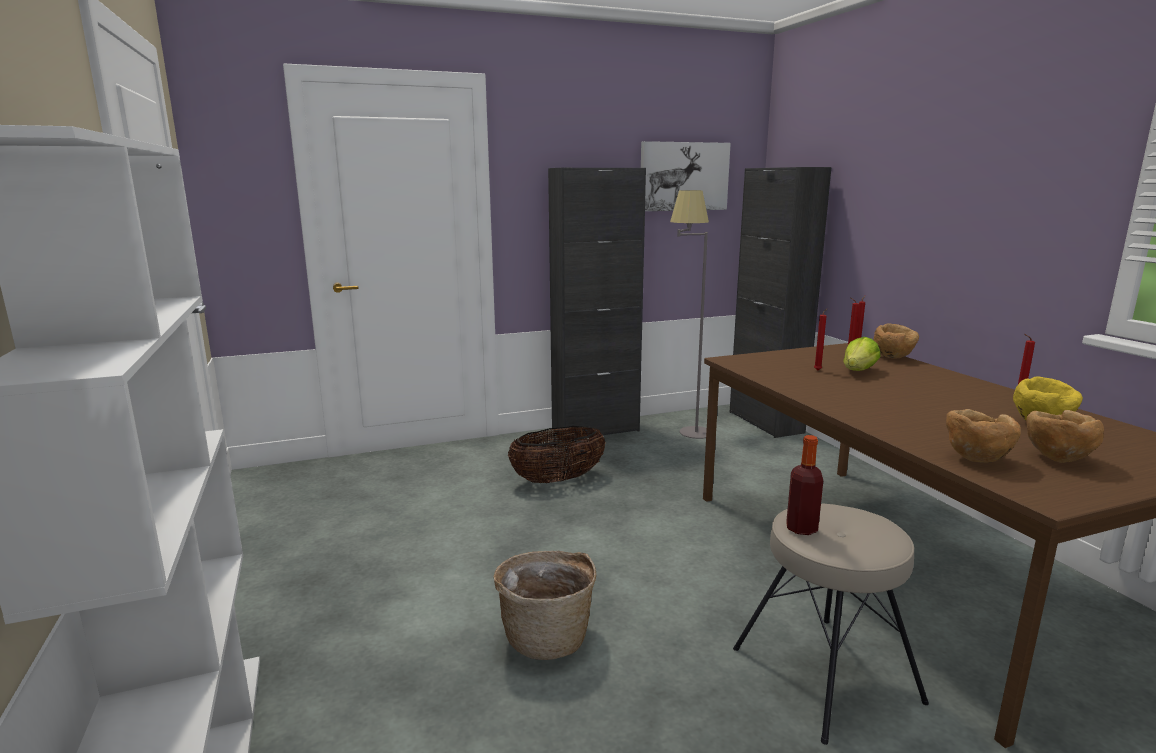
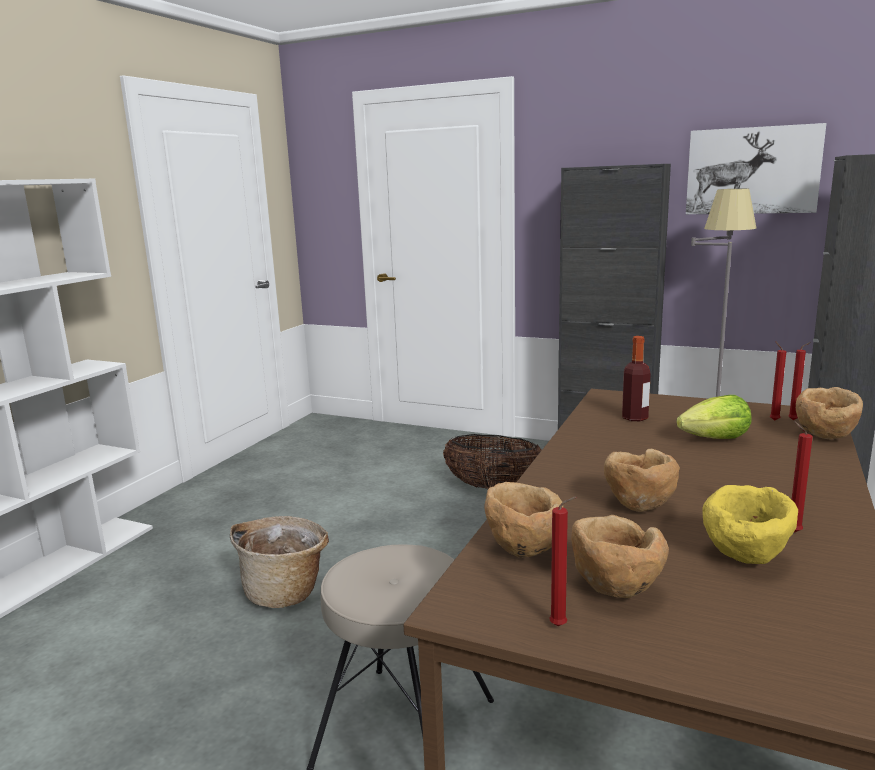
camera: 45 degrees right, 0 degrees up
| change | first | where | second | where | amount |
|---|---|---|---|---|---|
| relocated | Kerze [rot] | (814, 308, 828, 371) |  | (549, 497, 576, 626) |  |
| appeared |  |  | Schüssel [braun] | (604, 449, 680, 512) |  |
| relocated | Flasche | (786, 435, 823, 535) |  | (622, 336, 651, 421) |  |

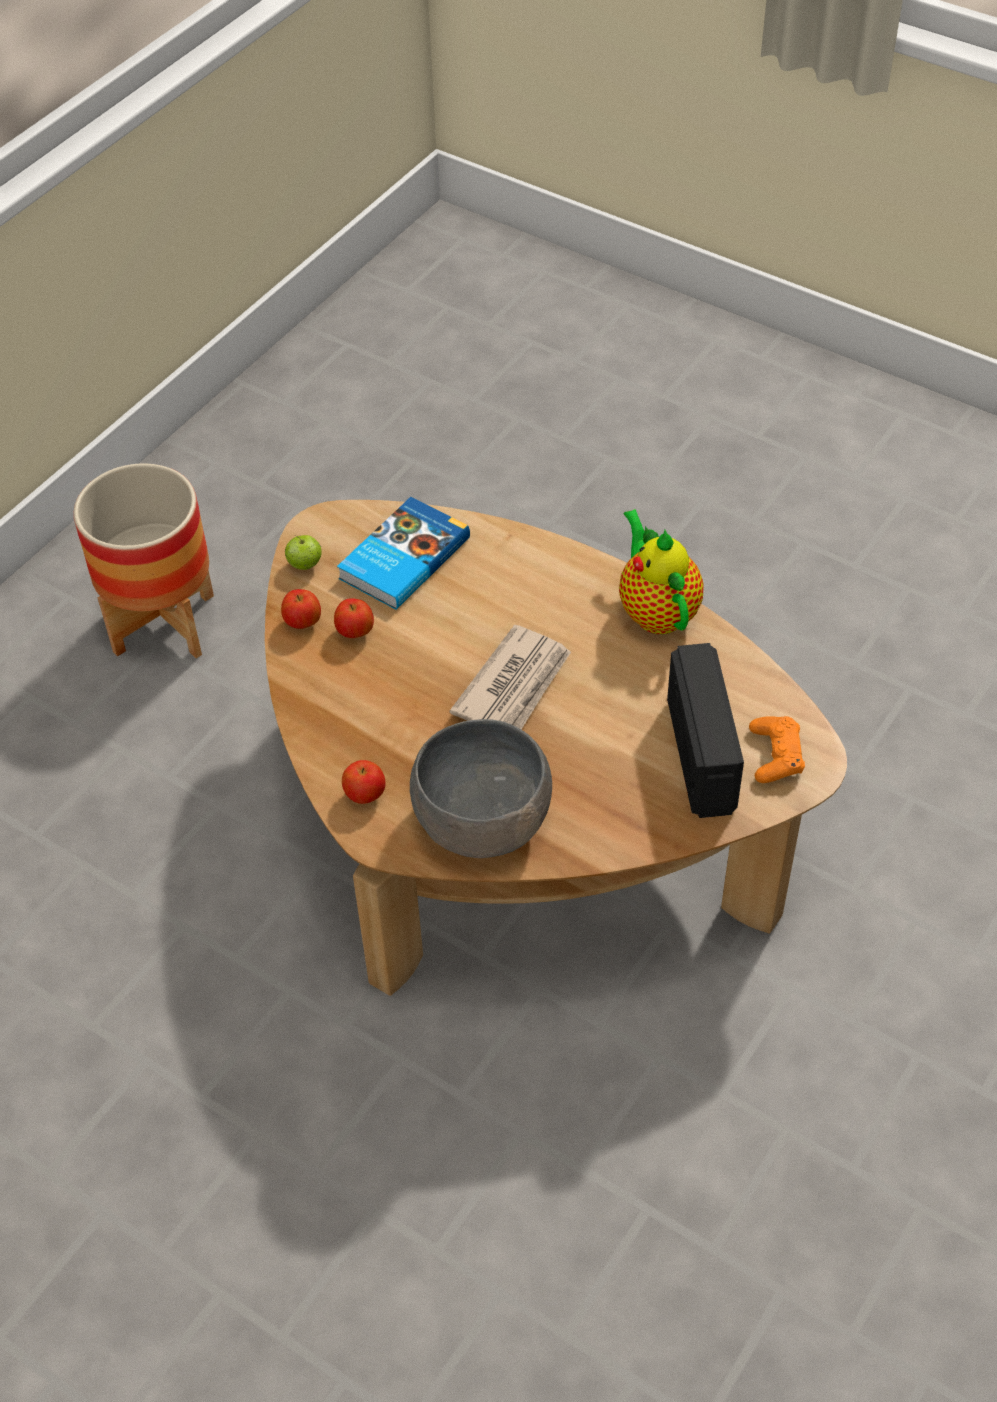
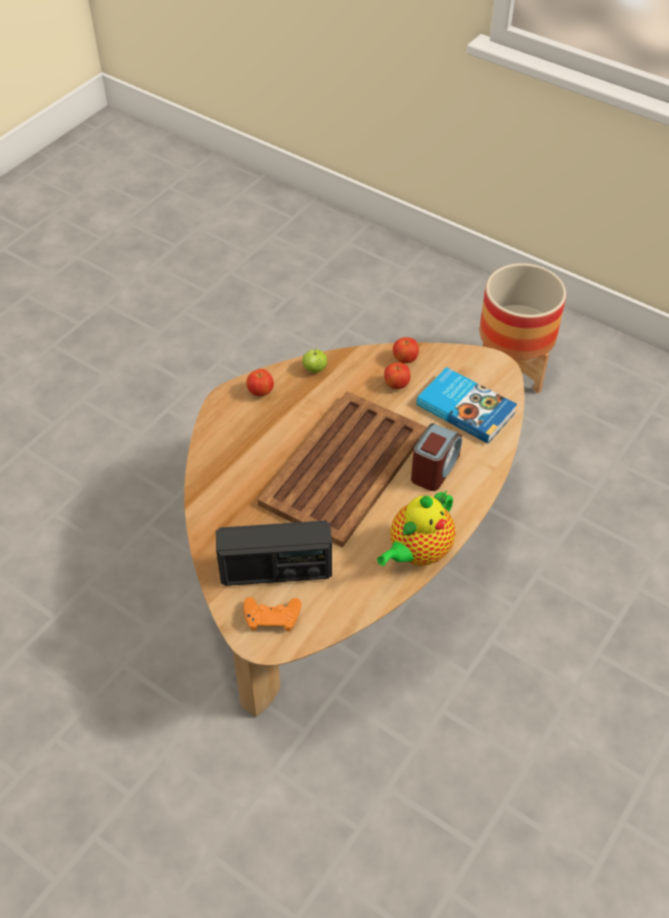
camera: 90 degrees right, 0 degrees up
| change | first | where | second | where | amount |
|---|---|---|---|---|---|
| exchanged | Zeitung | (450, 625, 571, 730) | Tablett [braun] | (258, 391, 427, 548) |  |
| relocated | Apfel | (285, 535, 322, 570) |  | (302, 347, 327, 373) |  |
| spun | Teekanne | (619, 509, 703, 634) |  | (377, 490, 456, 566) | 150 degrees clockwise |
| appeared |  |  | Wecker | (411, 423, 462, 491) |  |
| missing | Schüssel [grau] | (410, 719, 552, 858) |  |  |  |

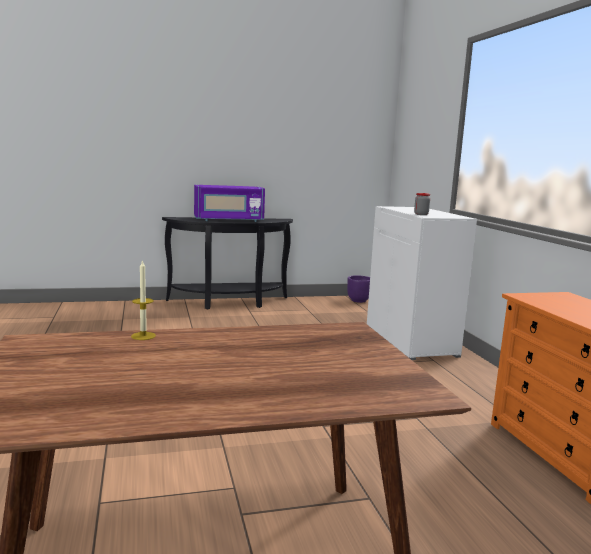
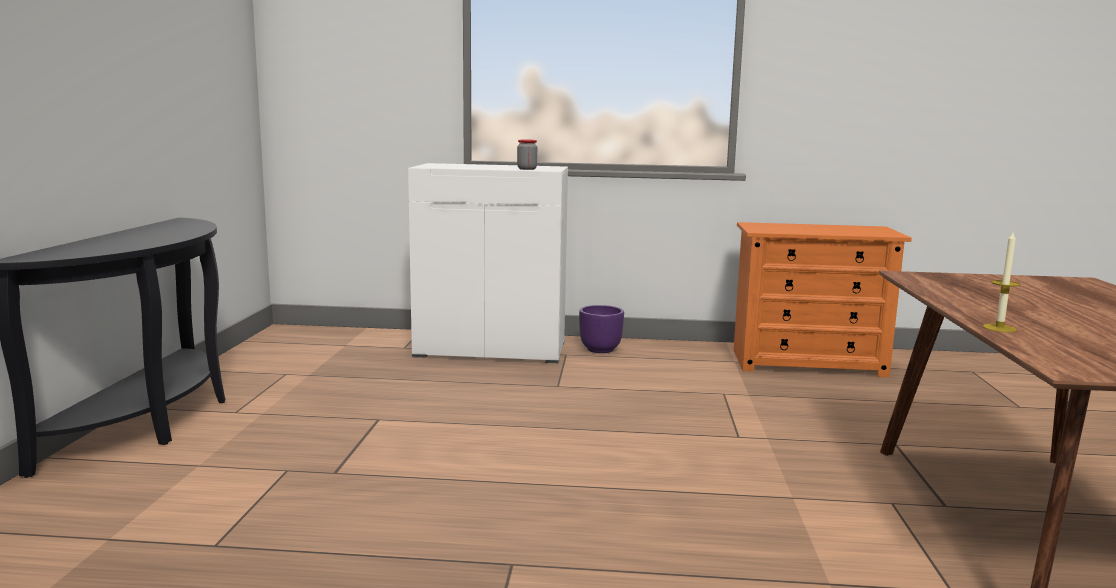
camera: 70 degrees left, 0 degrees up
| change | first | where | second | where | amount |
|---|---|---|---|---|---|
| relocated | Pflanzkübel [lila] | (347, 275, 370, 303) |  | (579, 305, 624, 353) |  |
| missing | Mikrowelle [lila] | (194, 185, 265, 222) |  |  |  |

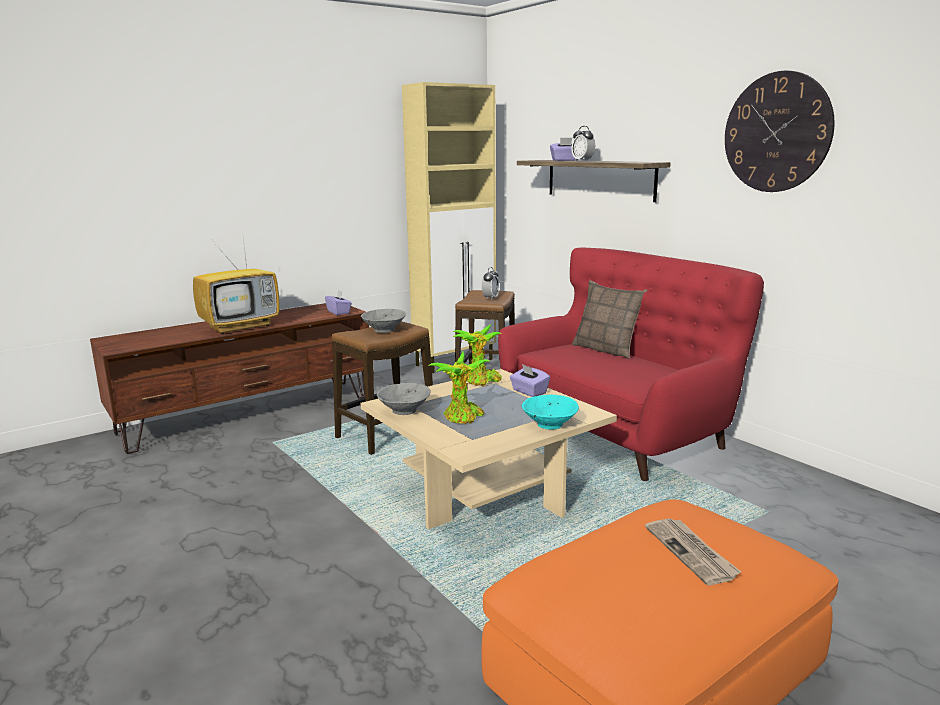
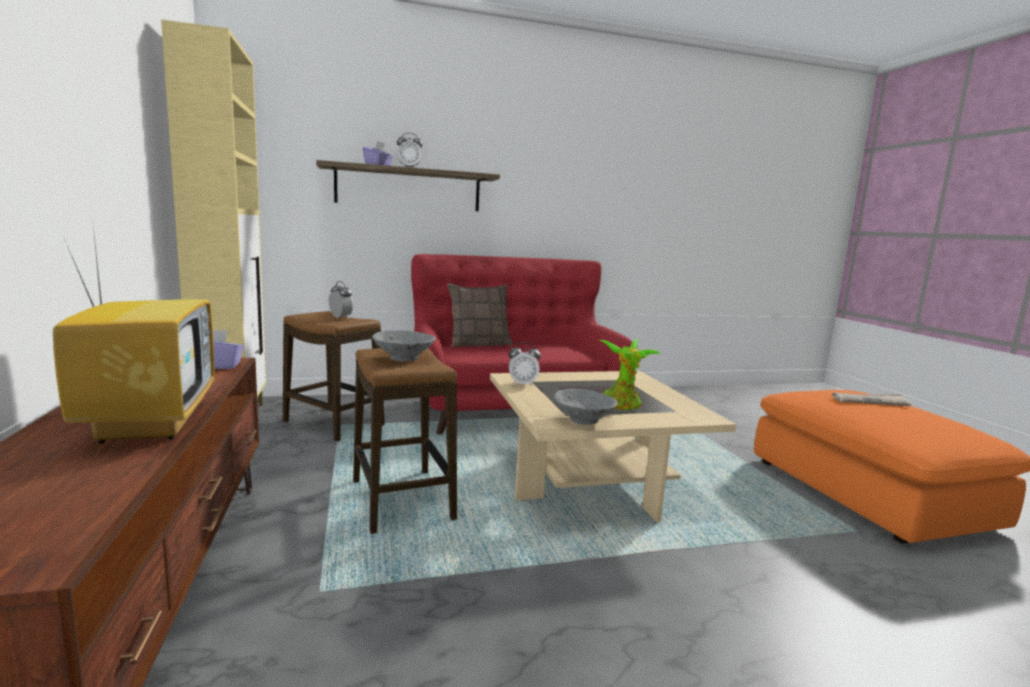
camera: 70 degrees left, 5 degrees down
| change | first | where | second | where | amount |
|---|---|---|---|---|---|
| exchanged | Topfpflanze | (453, 324, 502, 386) | Wecker | (508, 342, 541, 386) |  |
| missing | Taschentuchbox [lila] | (510, 364, 550, 397) |  |  |  |
| missing | Schüssel [türkis] | (522, 395, 579, 430) |  |  |  |
| missing | Wanduhr | (725, 71, 835, 192) |  |  |  |

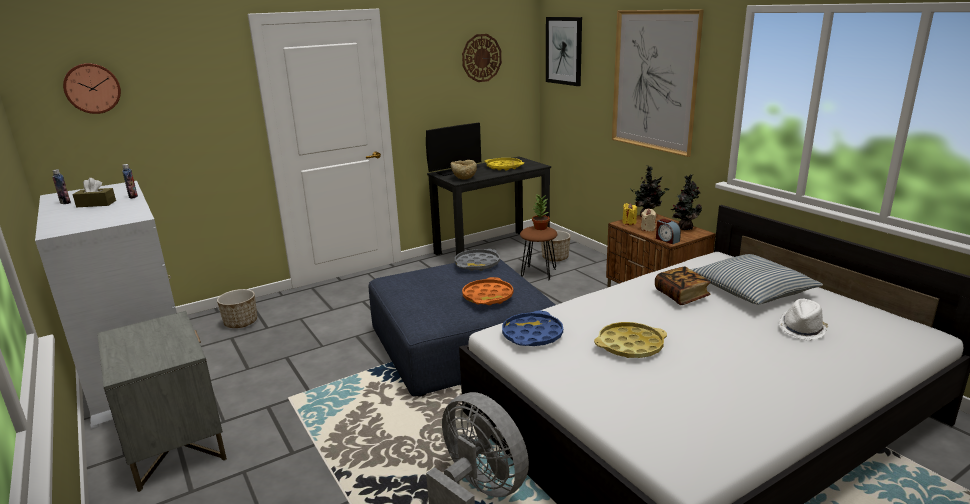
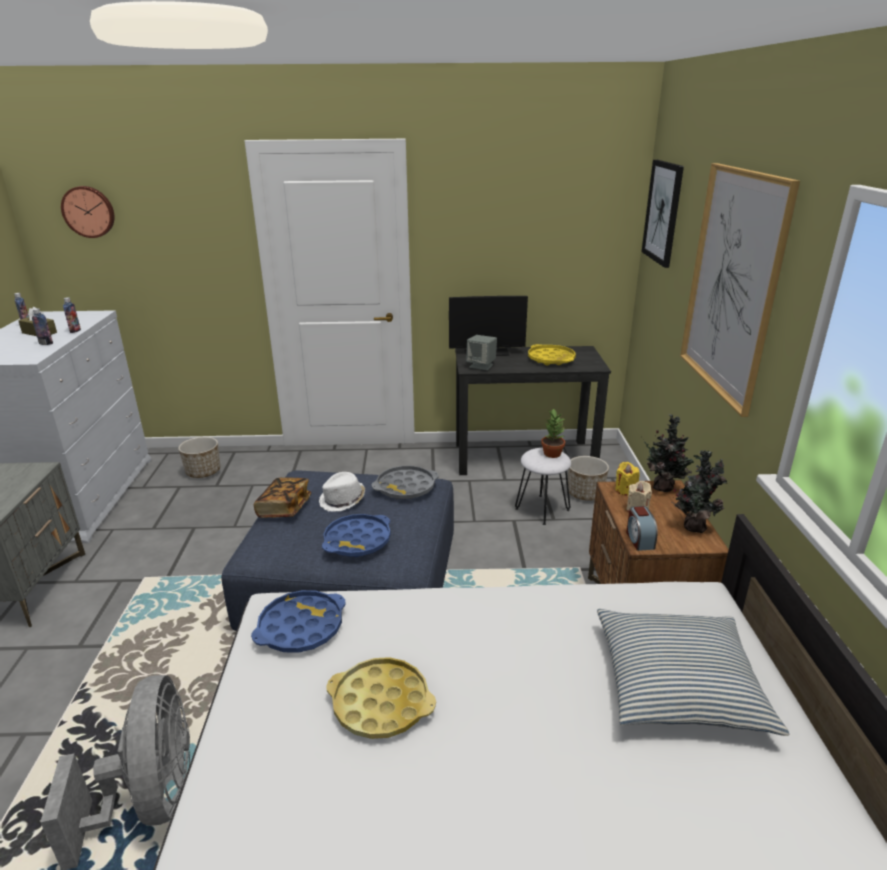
camera: 30 degrees right, 5 degrees up
| change | first | where | second | where | amount |
|---|---|---|---|---|---|
| appeared |  |  | Flasche | (32, 308, 53, 345) |  |
| relocated | Buch | (655, 266, 711, 305) |  | (254, 478, 311, 518) |  |
| relocated | Hut [weiß] | (779, 299, 828, 341) |  | (319, 472, 365, 511) |  |
| colour | Tablett [orange] | (462, 277, 514, 305) | Tablett [blau] | (322, 514, 391, 557) |  |
| exchanged | Schüssel [beige] | (451, 160, 477, 180) | Lautsprecher [grau] | (466, 335, 497, 371) |  |
| colour | Hocker [braun] | (520, 226, 557, 280) | Hocker [weiß] | (515, 448, 571, 525) |  |
| missing | Wanduhr | (462, 34, 502, 82) |  |  |  |

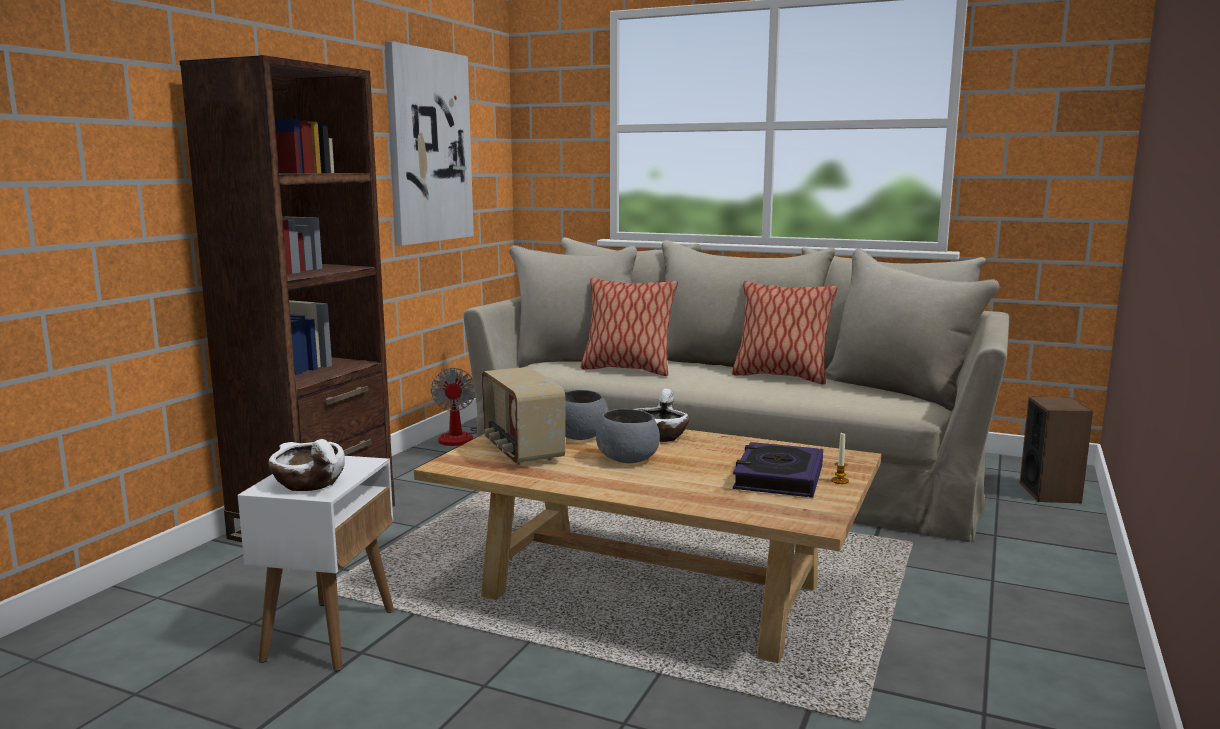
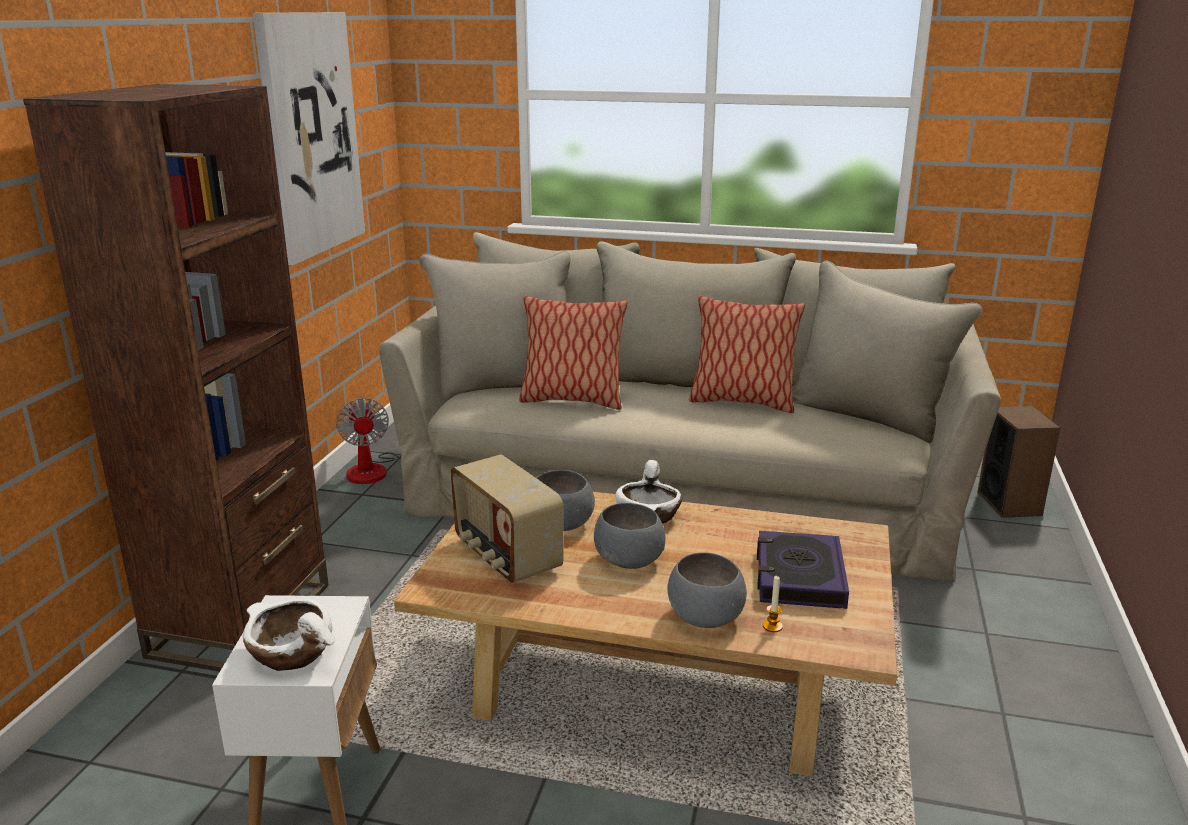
camera: 10 degrees left, 10 degrees up
| change | first | where | second | where | amount |
|---|---|---|---|---|---|
| appeared |  |  | Schüssel [grau] | (667, 552, 747, 628) |  |
| relocated | Kerze | (831, 433, 849, 484) |  | (763, 576, 783, 632) |  |

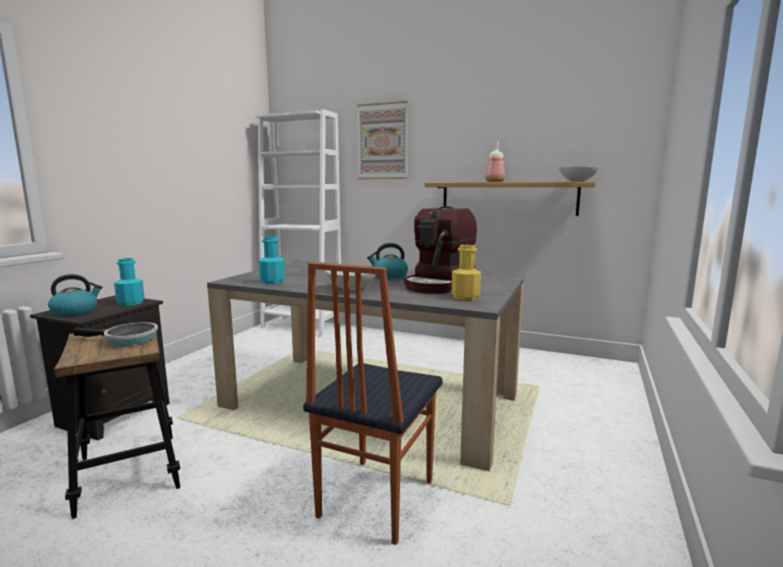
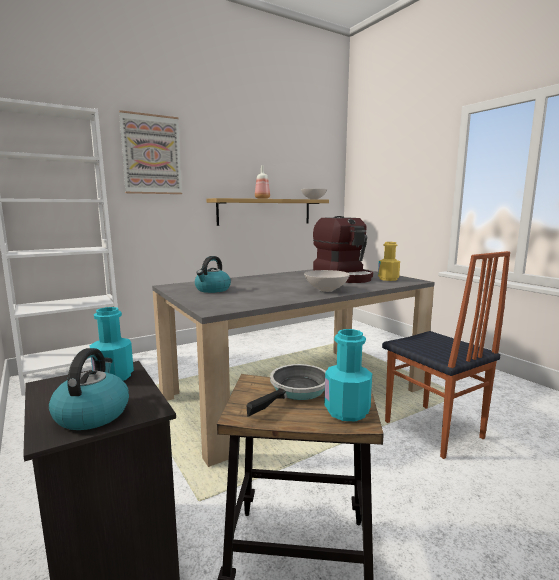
camera: 55 degrees left, 0 degrees up
| change | first | where | second | where | amount |
|---|---|---|---|---|---|
| relocated | Wasserkessel | (367, 243, 408, 279) |  | (195, 256, 231, 293) |  |
| relocated | Flasche [türkis] | (258, 236, 285, 284) |  | (324, 329, 372, 421) |  |

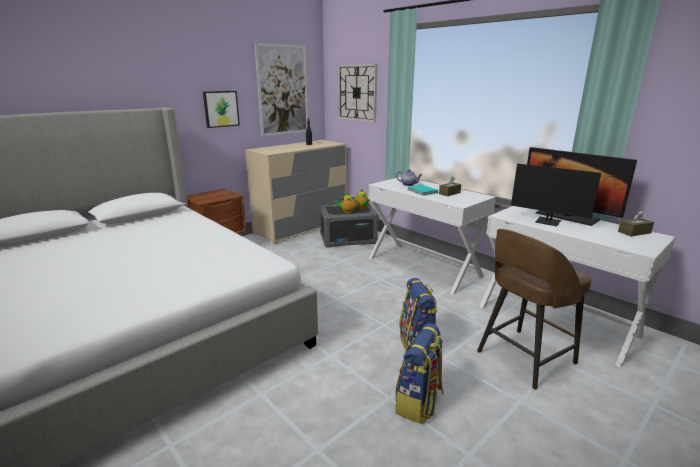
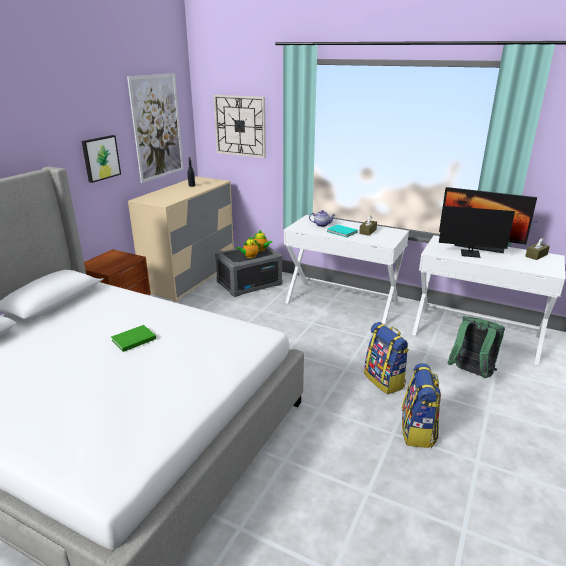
camera: 20 degrees left, 5 degrees up
| change | first | where | second | where | amount |
|---|---|---|---|---|---|
| appeared |  |  | Buch [grün] | (111, 325, 156, 352) |  |
| exchanged | Hocker [braun] | (477, 229, 591, 390) | Rucksack [grün] | (447, 316, 505, 378) |  |

